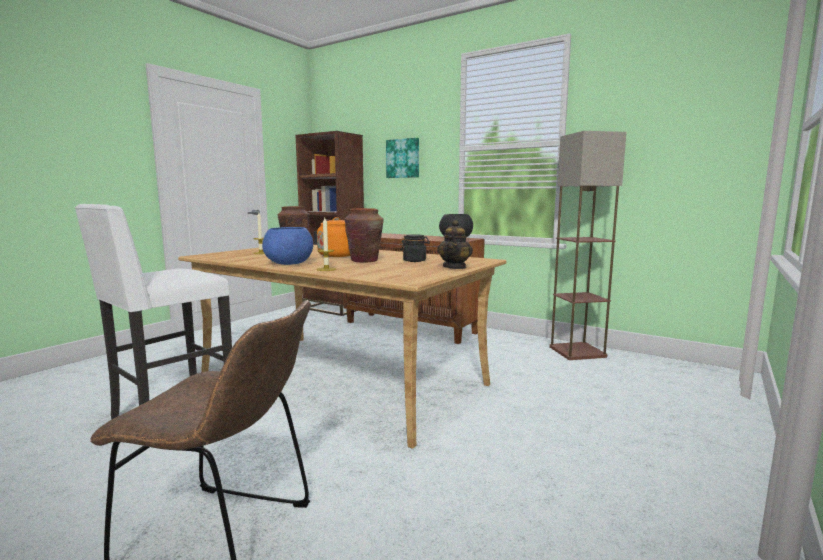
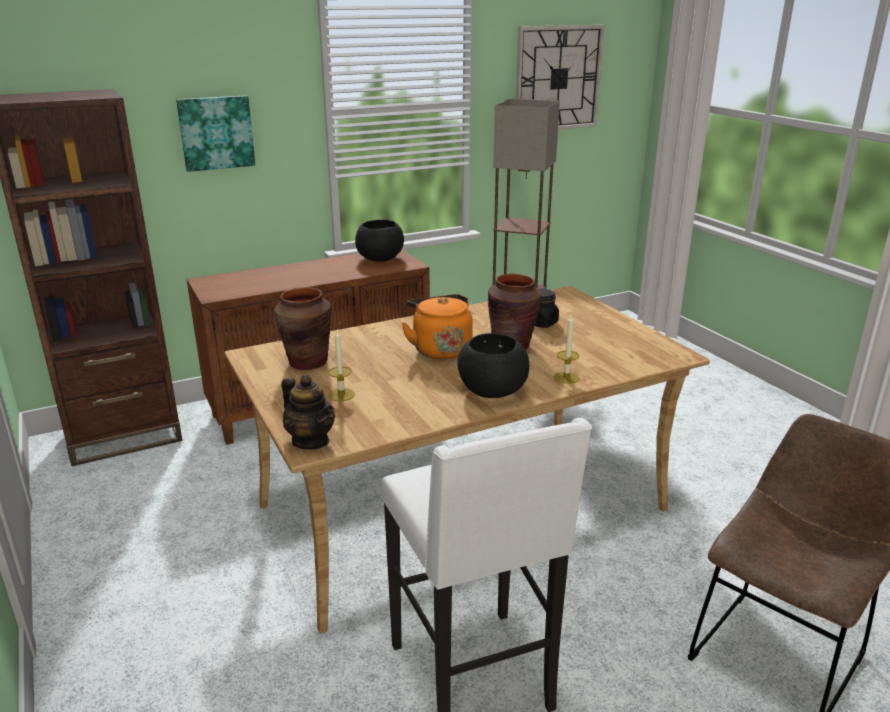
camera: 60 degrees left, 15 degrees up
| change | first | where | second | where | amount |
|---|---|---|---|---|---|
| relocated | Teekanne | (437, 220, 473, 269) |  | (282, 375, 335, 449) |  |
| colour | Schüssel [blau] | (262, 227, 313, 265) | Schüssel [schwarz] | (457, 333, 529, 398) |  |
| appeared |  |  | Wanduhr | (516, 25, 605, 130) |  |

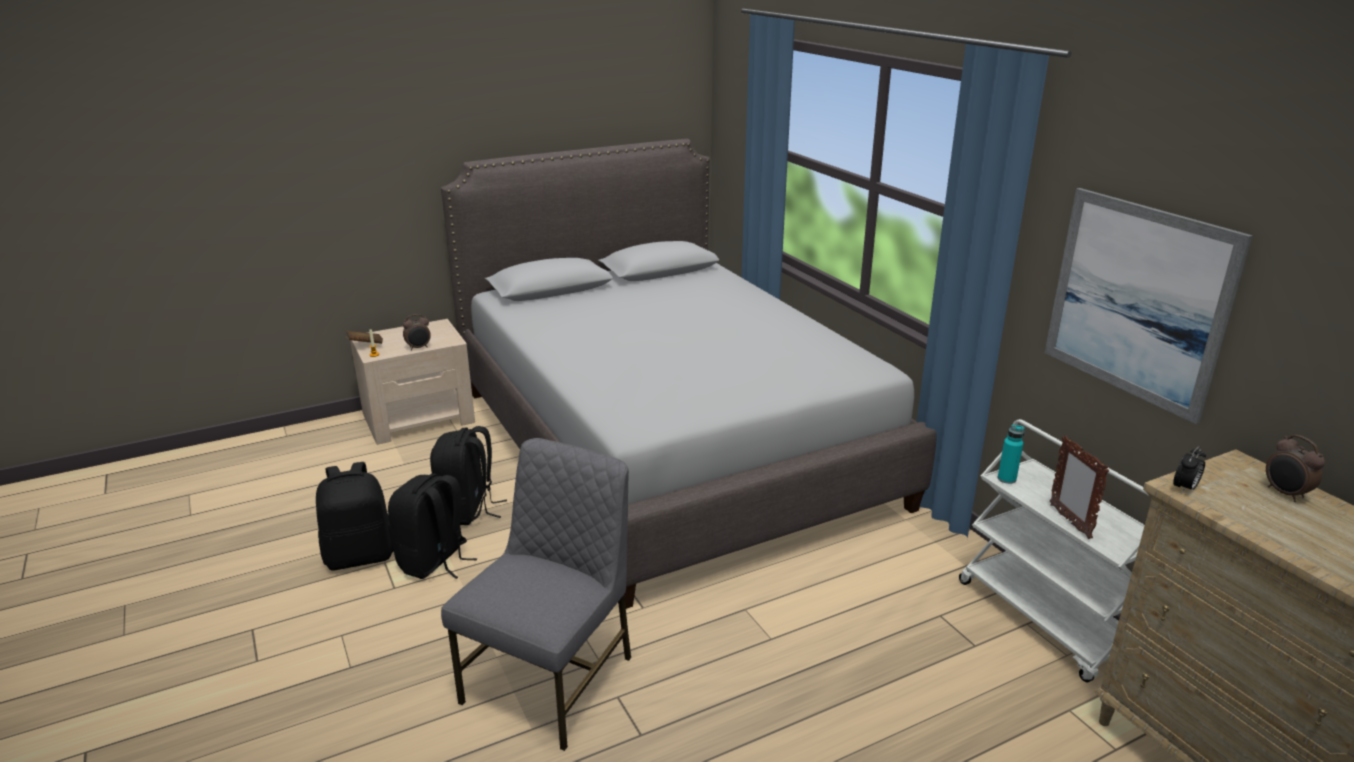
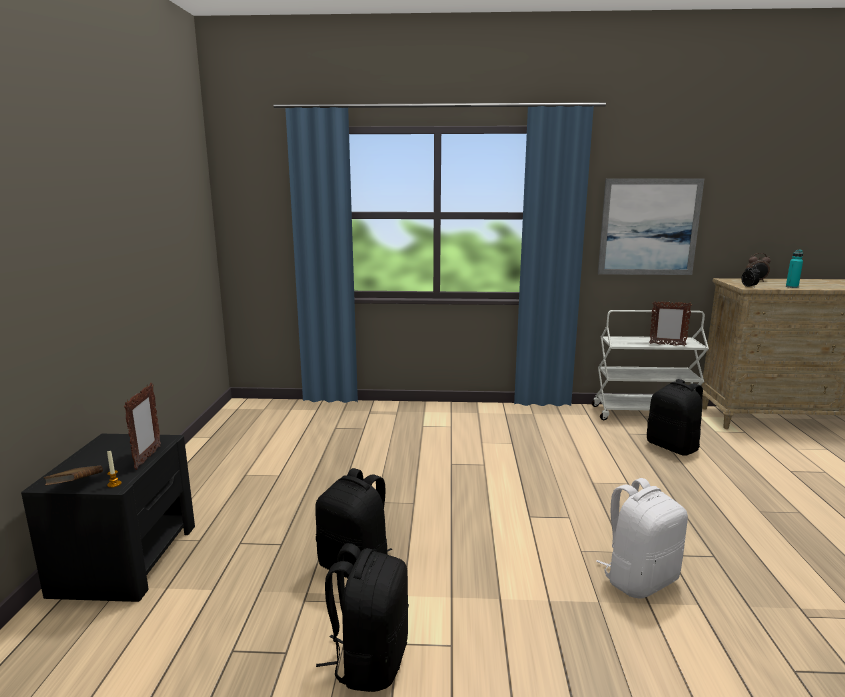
camera: 60 degrees left, 10 degrees down
| change | first | where | second | where | amount |
|---|---|---|---|---|---|
| colour | Nachttisch [beige] | (350, 319, 475, 445) | Nachttisch [schwarz] | (21, 434, 195, 602) |  |
| exchanged | Wecker | (403, 314, 431, 351) | Bilderrahmen | (124, 383, 161, 470) |  |
| exchanged | Stuhl [grau] | (441, 438, 631, 751) | Rucksack [weiß] | (596, 478, 688, 598) |  |
| relocated | Rucksack [schwarz] | (388, 474, 477, 579) |  | (647, 379, 703, 456) |  |
| relocated | Flasche [türkis] | (998, 424, 1025, 484) |  | (786, 250, 803, 288) |  |
| missing | Bett [grau] | (441, 139, 937, 609) |  |  |  |

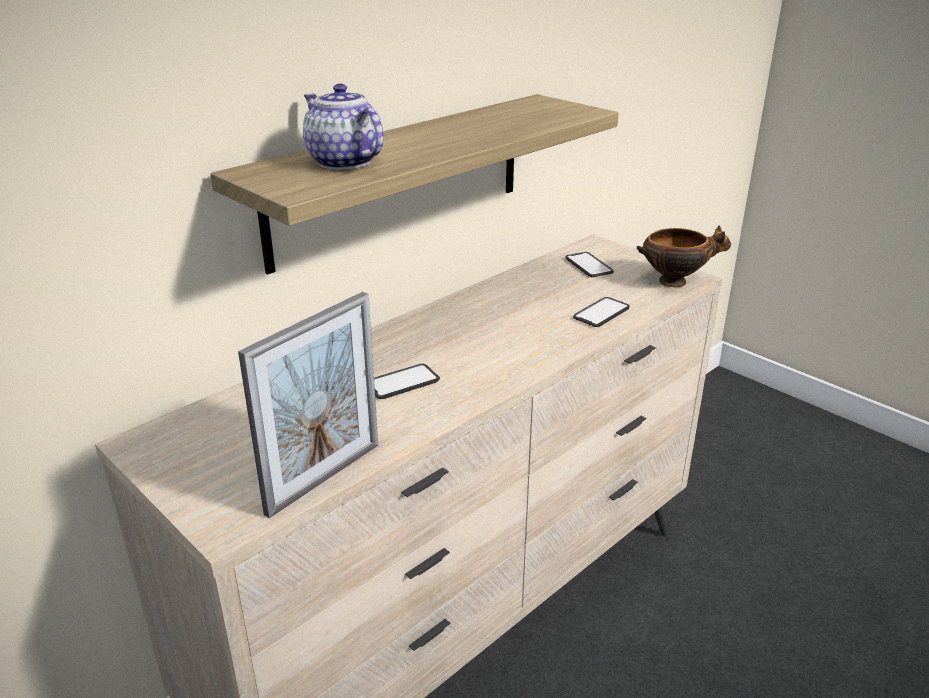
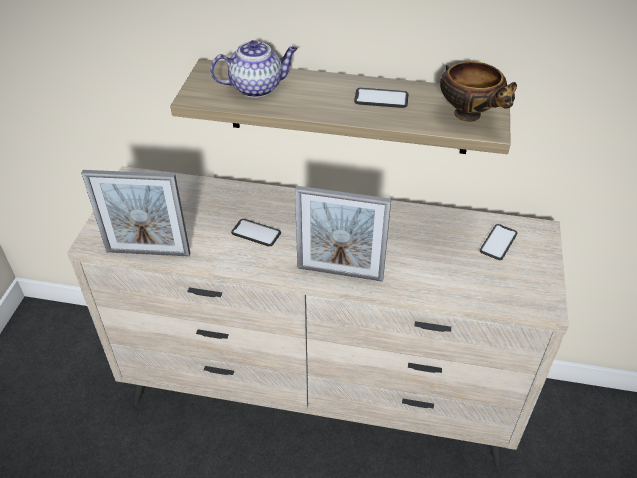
camera: 55 degrees right, 15 degrees up
| change | first | where | second | where | amount |
|---|---|---|---|---|---|
| spun | Teekanne | (303, 83, 384, 170) |  | (210, 40, 298, 98) | 60 degrees clockwise |
| appeared |  |  | Bilderrahmen | (295, 186, 391, 282) |  |
| relocated | Handy | (573, 297, 630, 327) |  | (354, 88, 408, 108) |  |
| relocated | Schüssel | (637, 226, 732, 287) |  | (440, 61, 517, 122) |  |

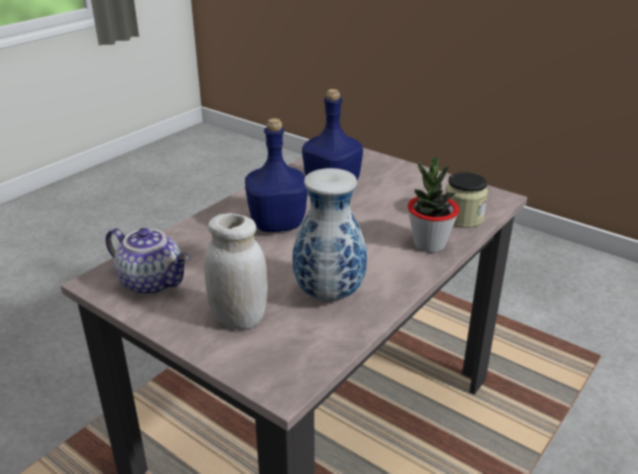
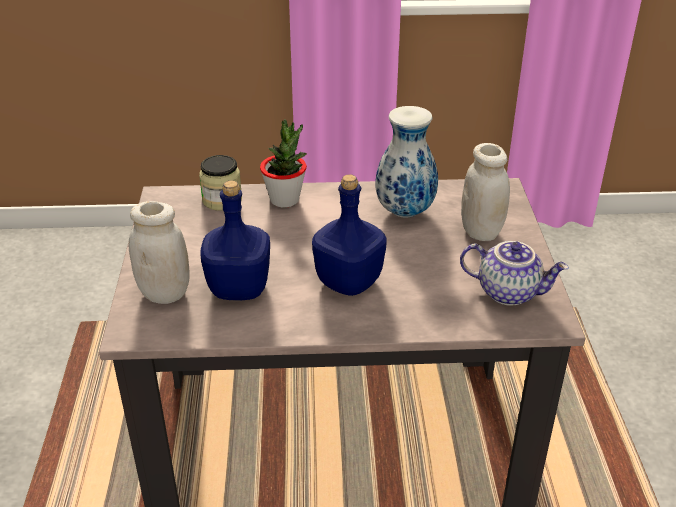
camera: 130 degrees left, 5 degrees up
| change | first | where | second | where | amount |
|---|---|---|---|---|---|
| appeared |  |  | Vorratsglas [weiß] | (129, 201, 190, 304) |  |
| spun | Teekanne | (106, 228, 190, 295) |  | (460, 241, 569, 306) | 120 degrees clockwise |

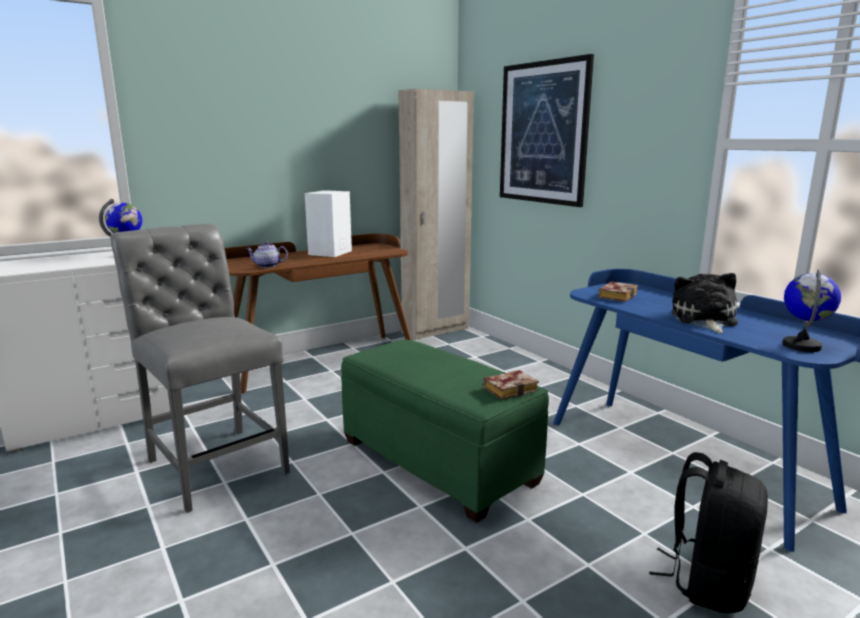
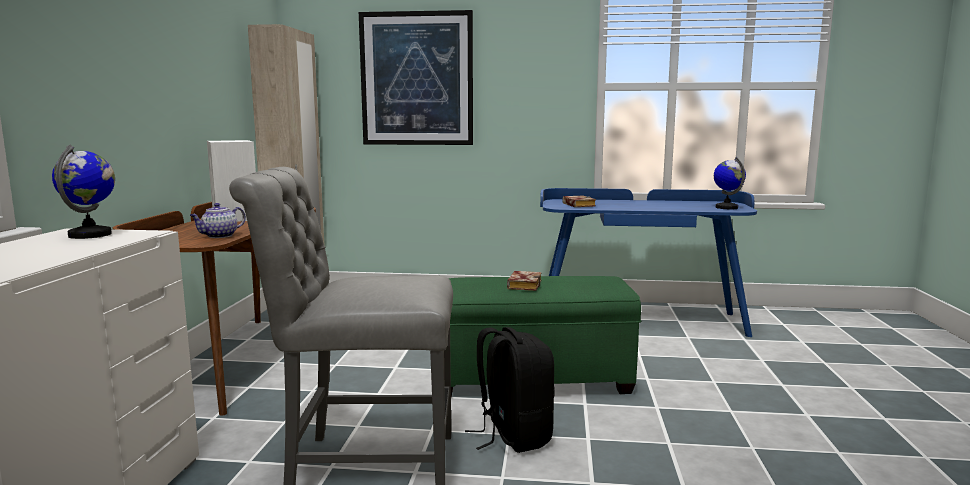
camera: 50 degrees left, 5 degrees down
| change | first | where | second | where | amount |
|---|---|---|---|---|---|
| relocated | Rucksack [schwarz] | (649, 452, 768, 613) |  | (465, 327, 555, 453) |  |
| relocated | Buch | (483, 370, 539, 400) |  | (507, 271, 542, 291) |  |
| missing | Plüschtier | (671, 273, 738, 333) |  |  |  |

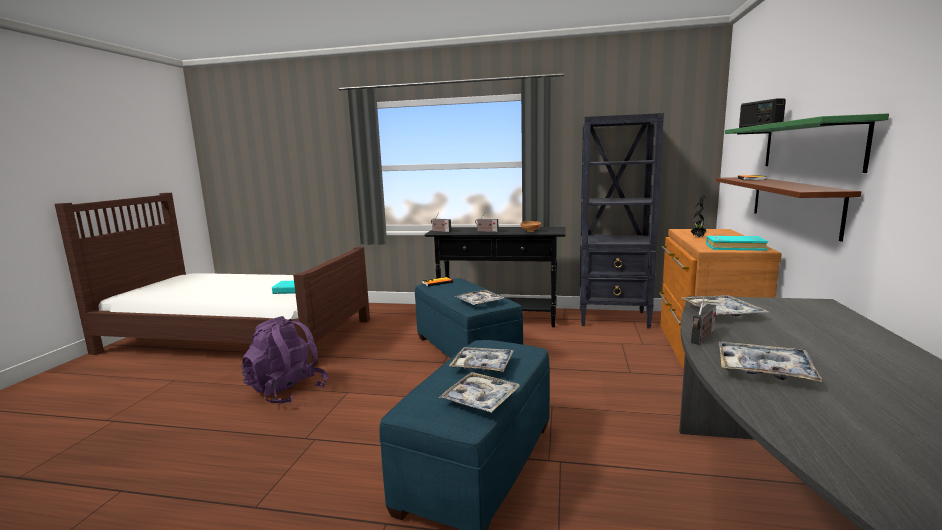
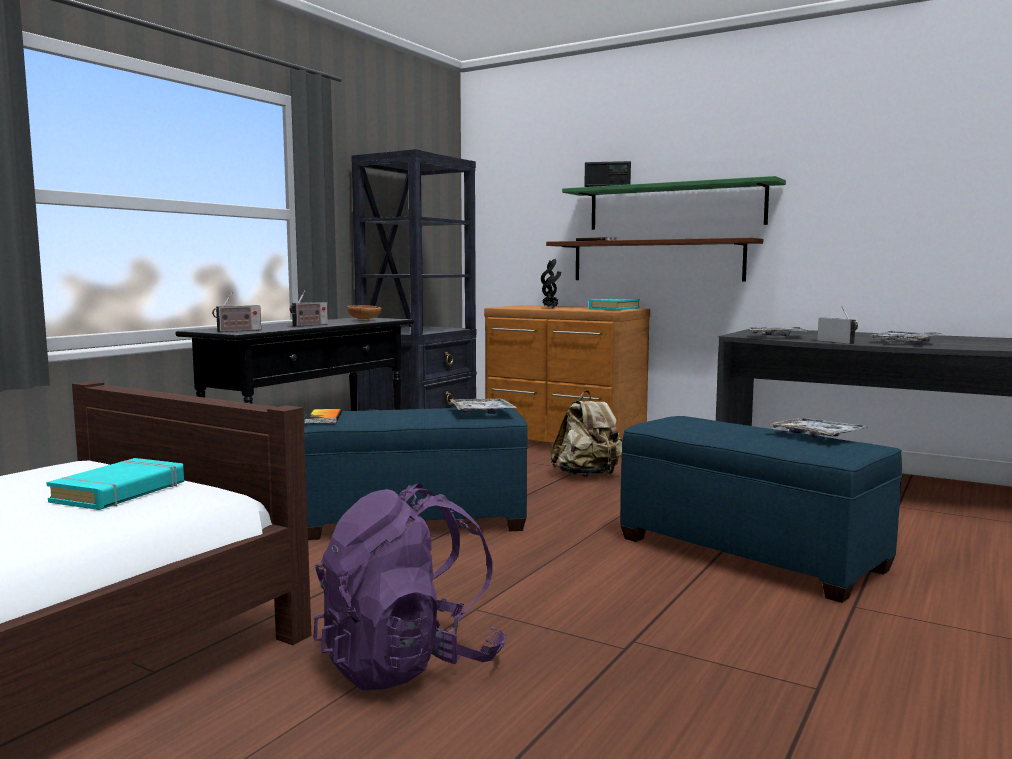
camera: 70 degrees left, 5 degrees down
| change | first | where | second | where | amount |
|---|---|---|---|---|---|
| appeared |  |  | Rucksack [beige] | (550, 391, 622, 477) |  |
| missing | Tablett | (449, 347, 514, 372) |  |  |  |

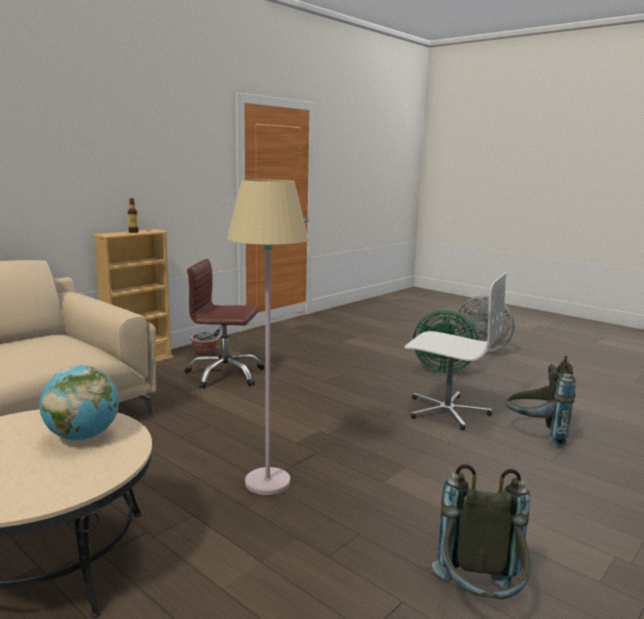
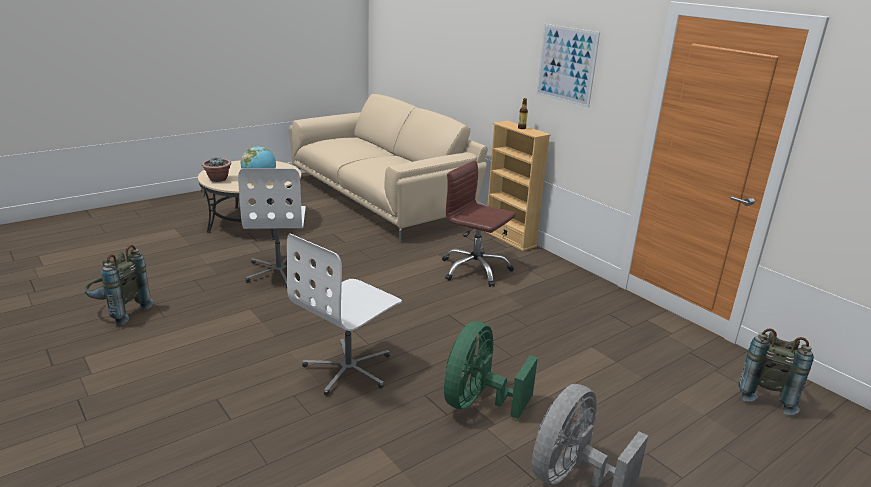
camera: 100 degrees right, 10 degrees up
| change | first | where | second | where | amount |
|---|---|---|---|---|---|
| relocated | Topfpflanze | (190, 331, 220, 356) |  | (202, 157, 231, 182) |  |
| exchanged | Stehlampe [beige] | (227, 179, 308, 495) | Bürostuhl [weiß] | (238, 168, 315, 288) |  |
| spun | Bürostuhl [braun] | (184, 259, 264, 389) |  | (442, 161, 516, 287) | 75 degrees counterclockwise |
| appeared |  |  | Bild | (536, 24, 600, 108) |  |
| relocated | Rucksack [grau] | (505, 356, 576, 448) |  | (738, 328, 814, 415) |  |

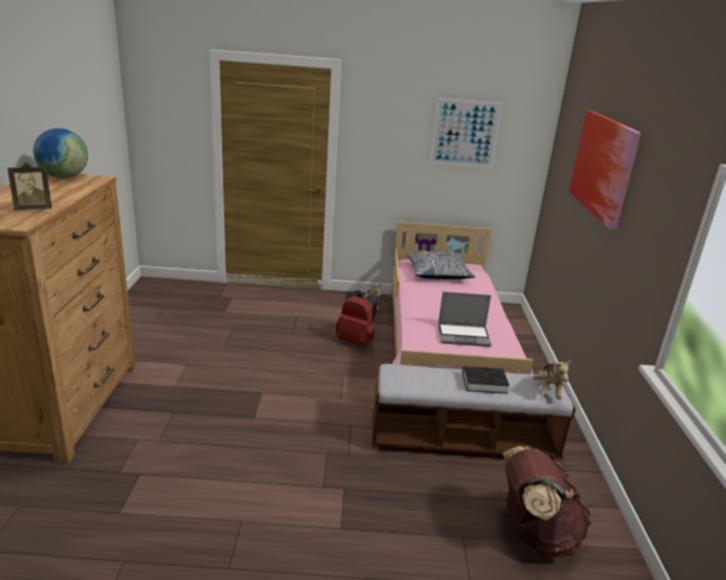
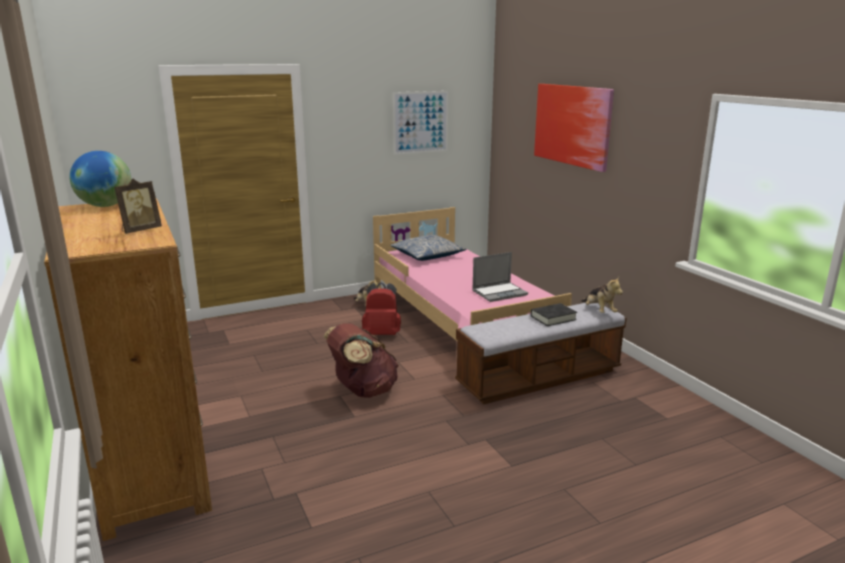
camera: 25 degrees left, 5 degrees down
| change | first | where | second | where | amount |
|---|---|---|---|---|---|
| relocated | Rucksack [braun] | (502, 446, 592, 557) |  | (324, 323, 399, 398) |  |

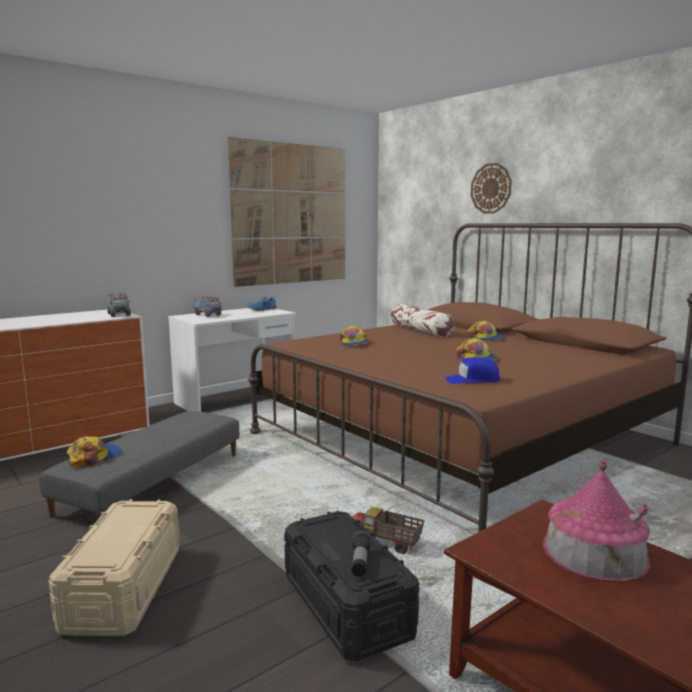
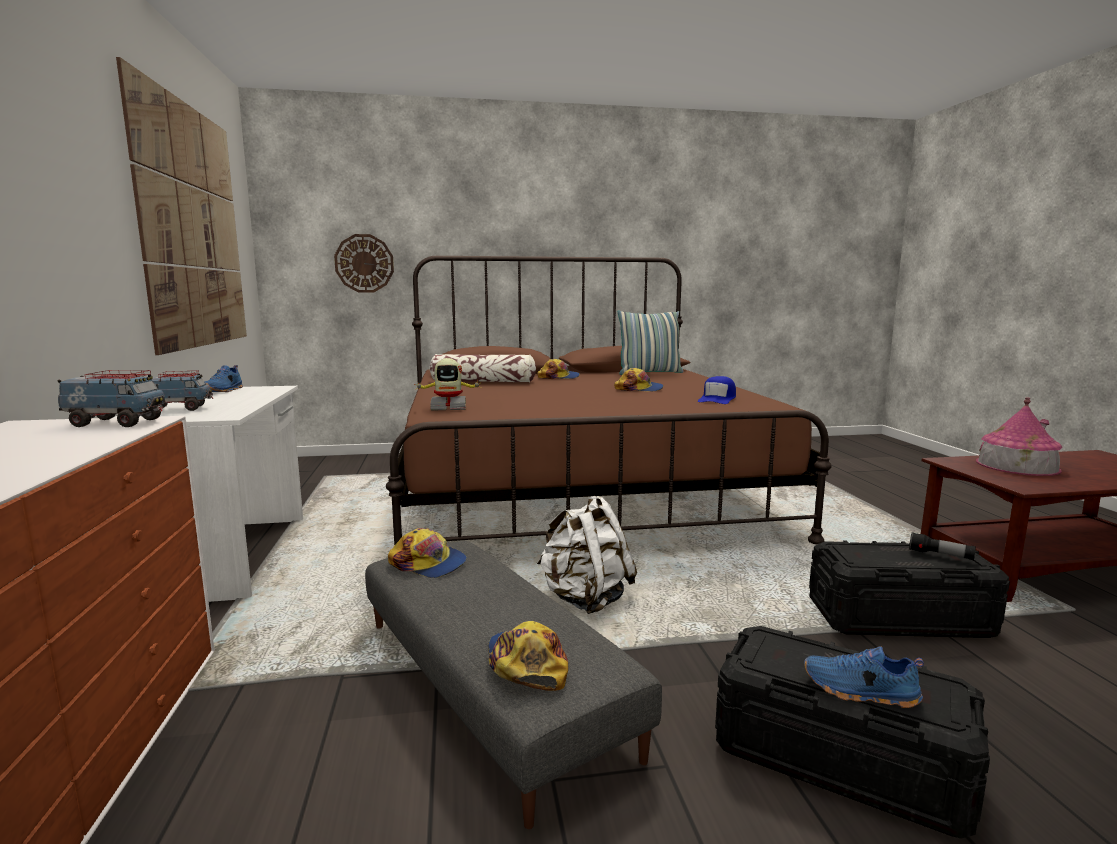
camera: 60 degrees left, 0 degrees up
| change | first | where | second | where | amount |
|---|---|---|---|---|---|
| relocated | Wanduhr | (471, 163, 512, 214) |  | (334, 234, 394, 293) |  |
| relocated | Kappe | (340, 325, 368, 346) |  | (388, 528, 467, 578) |  |
| appeared |  |  | Spielzeugroboter | (414, 358, 482, 411) |  |
| appeared |  |  | Rucksack [weiß] | (537, 496, 637, 614) |  |
| appeared |  |  | Kissen | (617, 310, 684, 375) |  |
| colour | Aufbewahrungsbox [beige] | (48, 499, 180, 636) | Aufbewahrungsbox [schwarz] | (715, 626, 990, 839) |  |
| appeared |  |  | Schuh [blau] | (804, 647, 924, 708) |  |
| missing | Spielzeuglaster | (353, 507, 424, 554) |  |  |  |

